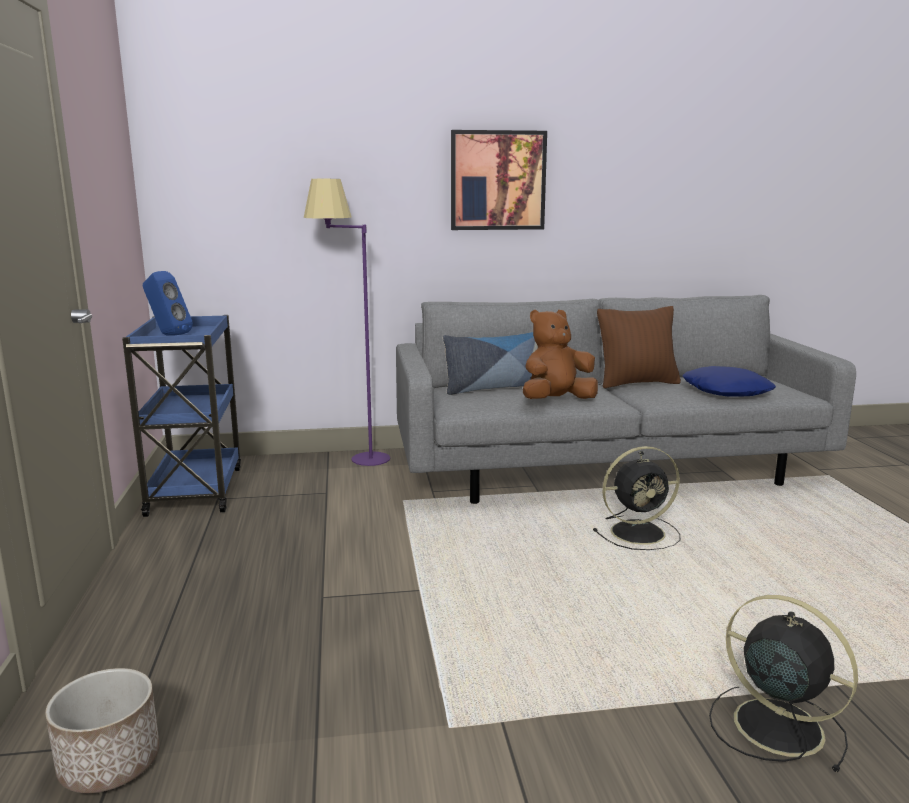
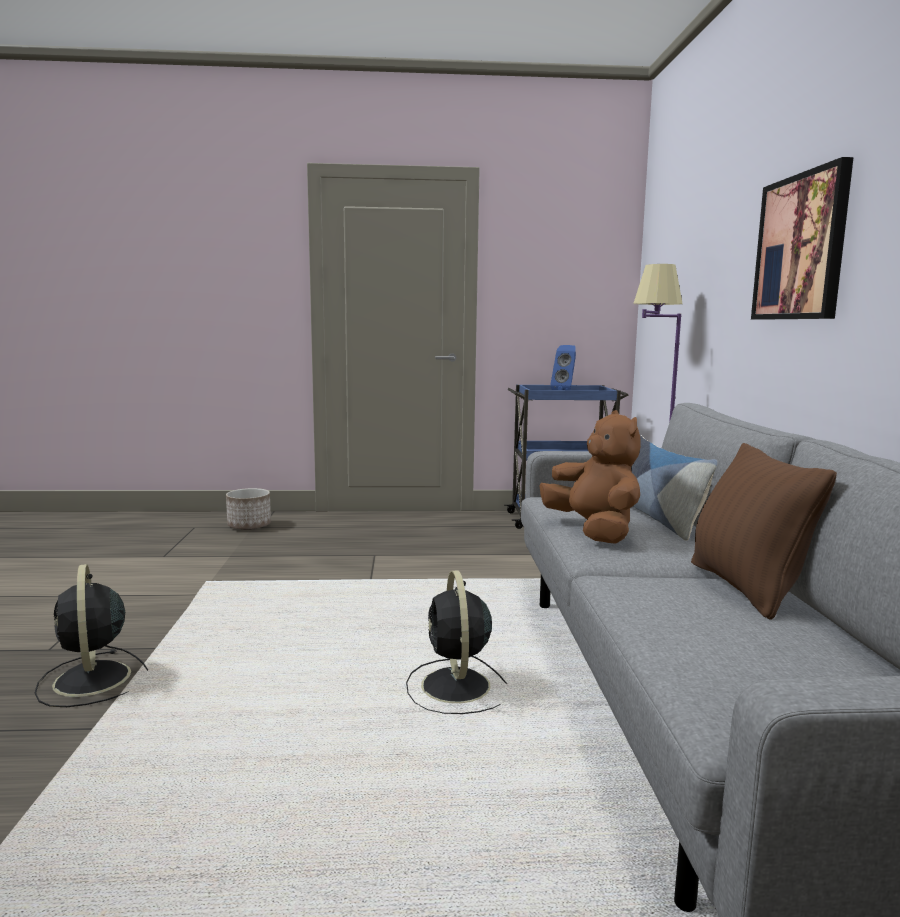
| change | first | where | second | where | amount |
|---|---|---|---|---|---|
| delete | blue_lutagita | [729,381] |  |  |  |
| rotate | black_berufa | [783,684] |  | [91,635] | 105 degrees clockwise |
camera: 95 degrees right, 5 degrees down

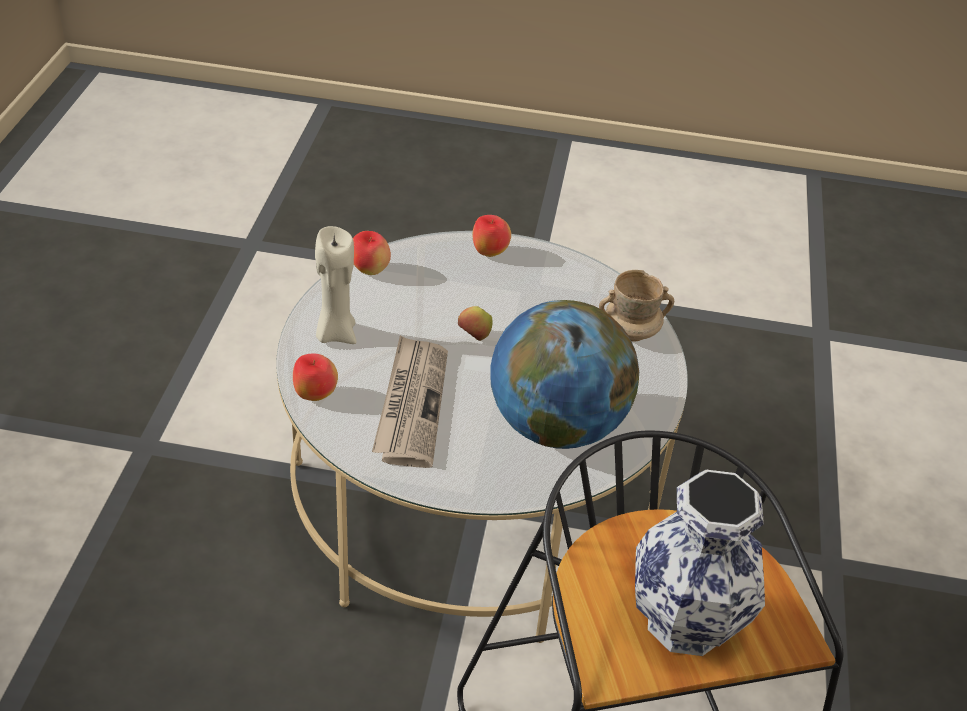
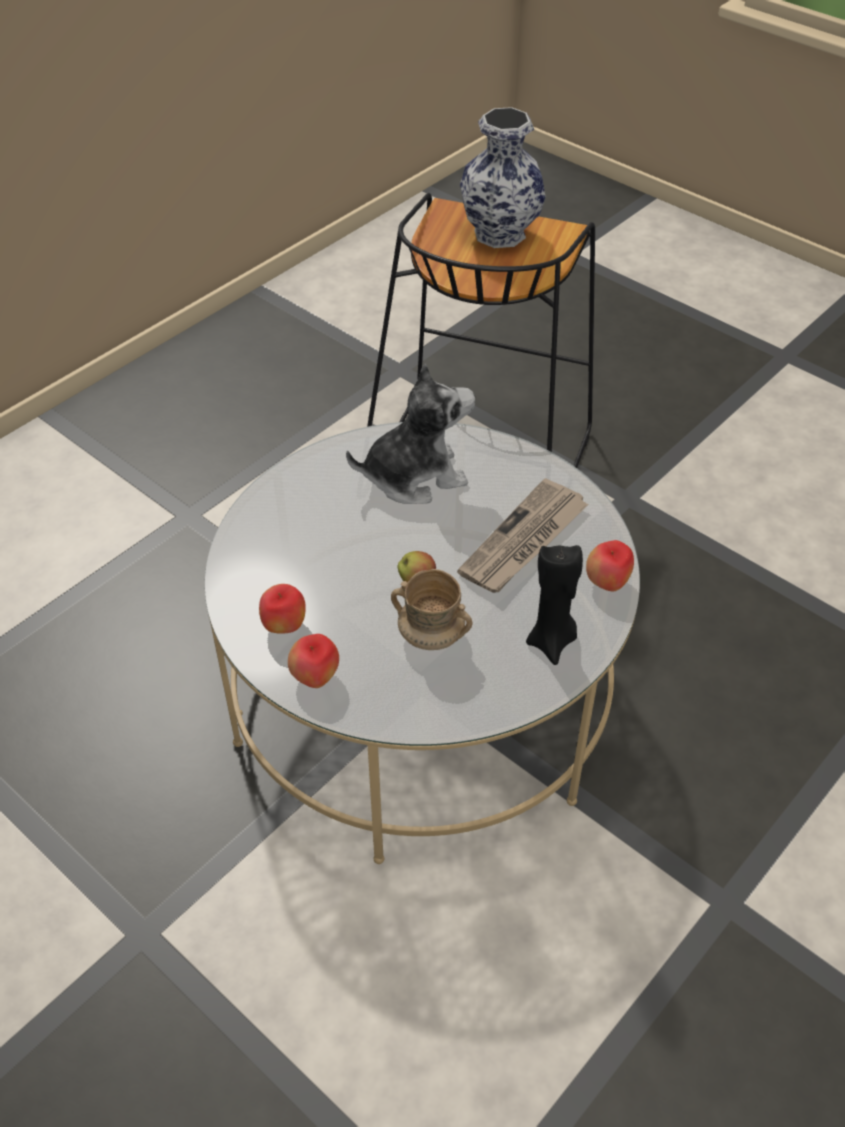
| change | first | where | second | where | amount |
|---|---|---|---|---|---|
| recolor | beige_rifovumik | [336,285] | black_rifovumik | [554,605] |  |
| move | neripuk | [372,253] |  | [282,609] |  |
| move | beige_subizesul | [636,305] |  | [431,609] |  |
| replace | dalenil | [564,374] | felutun | [410,433] |  |
camera: 145 degrees left, 5 degrees up

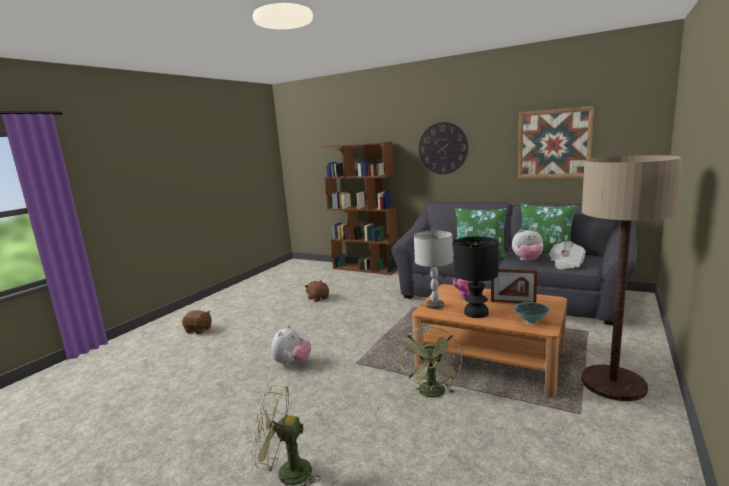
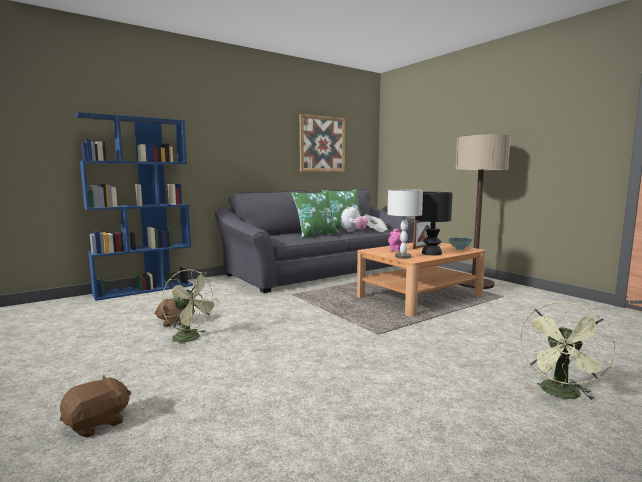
| change | first | where | second | where | amount |
|---|---|---|---|---|---|
| delete | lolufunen | [443,148] |  |  |  |
| recolor | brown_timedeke | [360,208] | blue_timedeke | [134,206] |  |
| delete | felutun | [291,345] |  |  |  |
| move | green_berufa | [430,361] |  | [190,308] |  |
camera: 65 degrees left, 5 degrees down

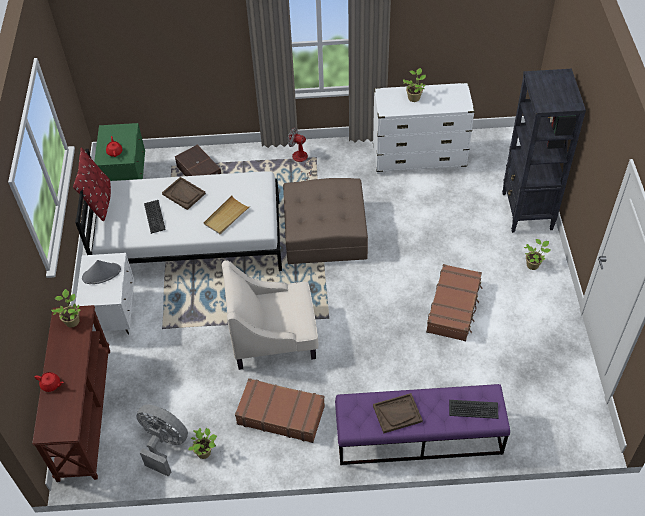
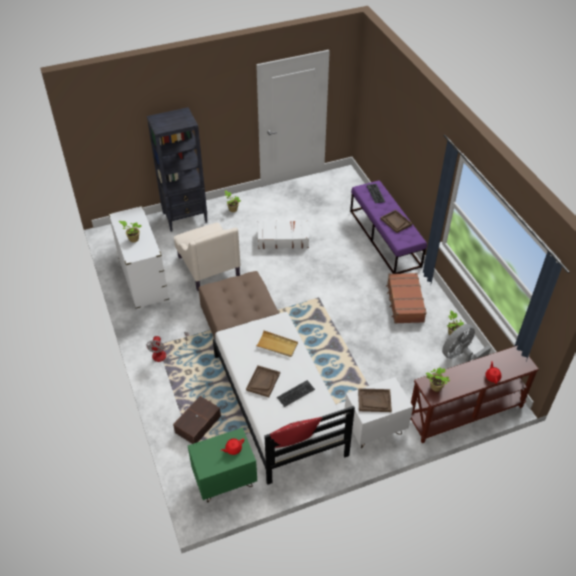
| change | first | where | second | where | amount |
|---|---|---|---|---|---|
| replace | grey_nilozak | [101,272] | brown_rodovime | [375,400] |  |
| move | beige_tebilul | [270,315] |  | [207,256] |  |
| recolor | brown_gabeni | [454,302] | white_gabeni | [283,234] |  |
| rotate | grey_berufa | [162,440] |  | [466,343] | 45 degrees clockwise |
camera: 110 degrees left, 5 degrees down

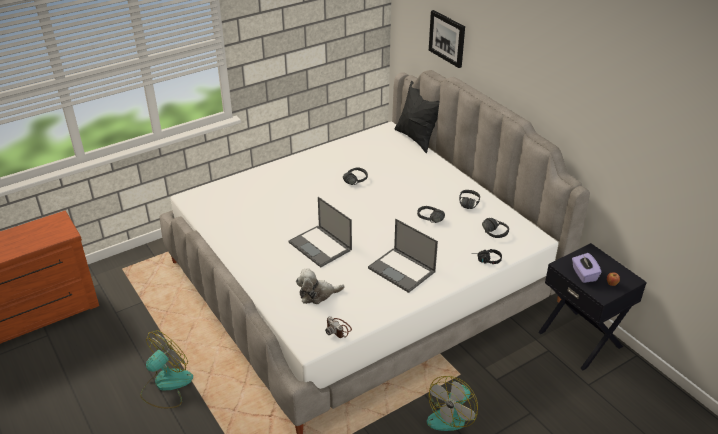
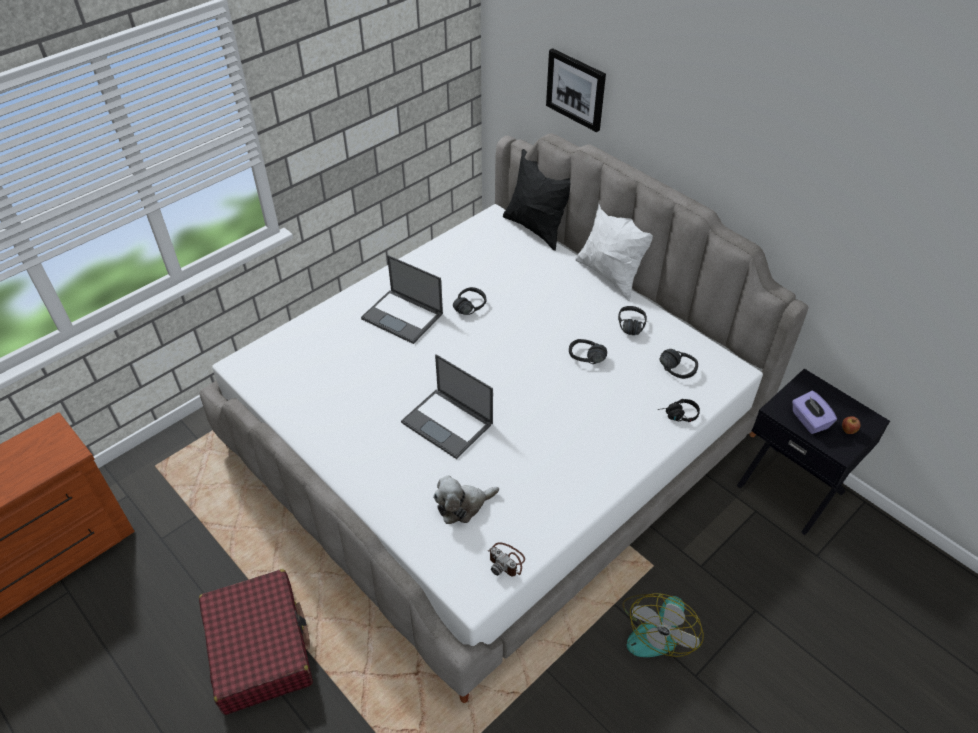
| change | first | where | second | where | amount |
|---|---|---|---|---|---|
| move | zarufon | [403,256] |  | [402,299] |  |
| replace | berufa | [166,369] | red_gabeni | [256,642] |  |
| insert |  |  | white_lutagita | [614,252] |  |
camera: 10 degrees left, 10 degrees up

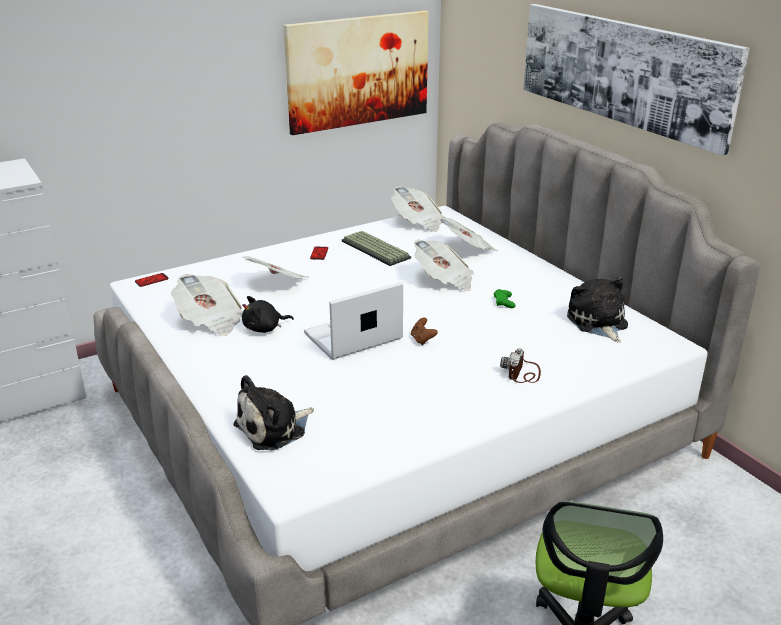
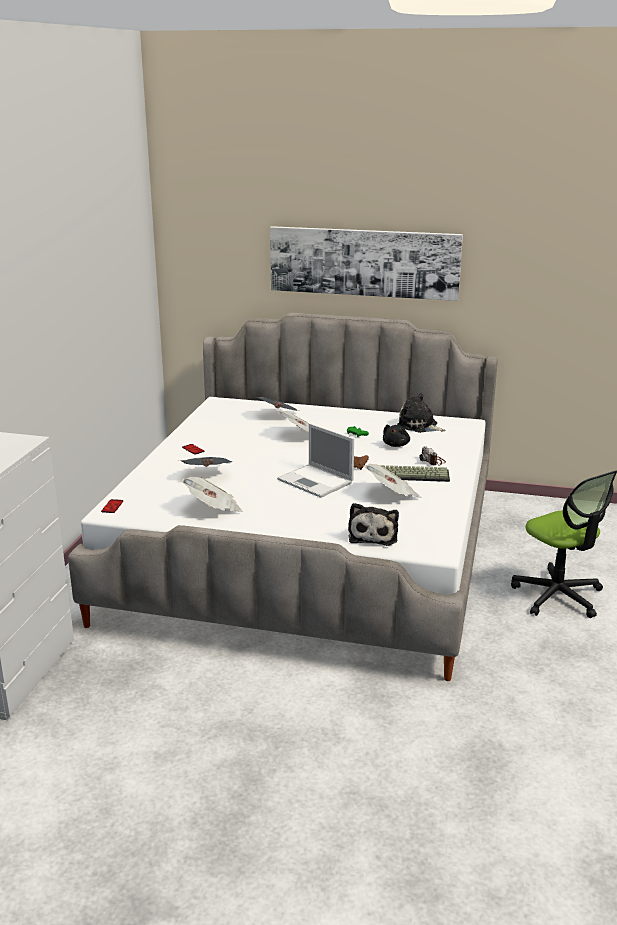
| change | first | where | second | where | amount |
|---|---|---|---|---|---|
| delete | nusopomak | [356,73] |  |  |  |
| move | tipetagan | [418,209] |  | [392,481] |  |
| move | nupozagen | [376,248] |  | [415,473] |  |
| rotate | zarufon | [353,321] |  | [315,460] | 60 degrees counterclockwise |
| move | black_felutun | [268,314] |  | [396,436] |  |
camera: 45 degrees left, 5 degrees down

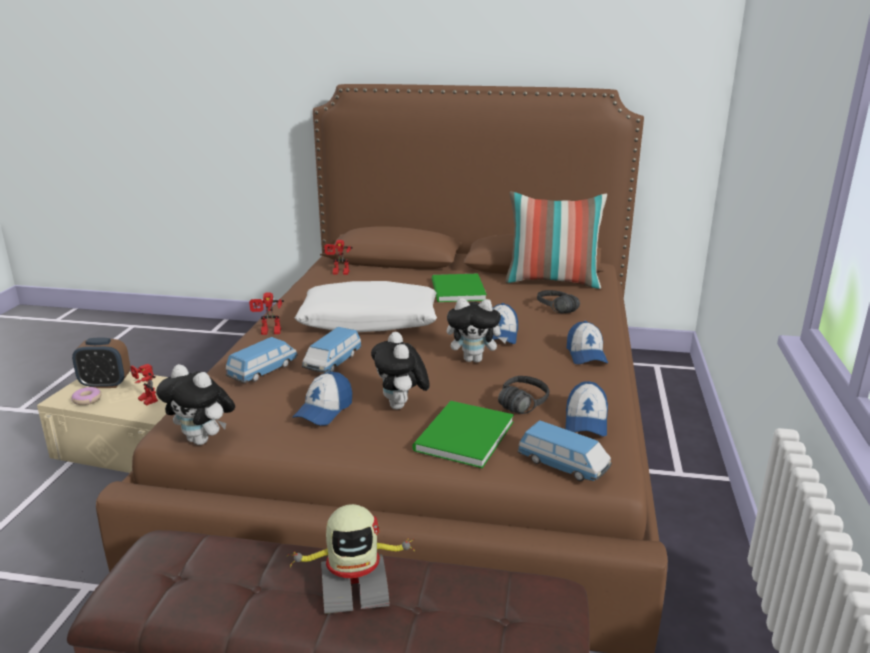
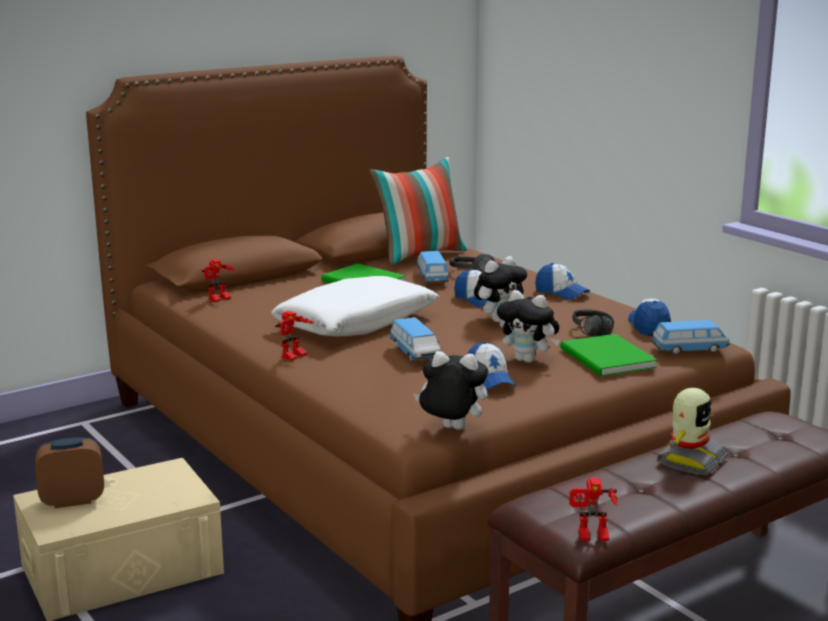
| change | first | where | second | where | amount |
|---|---|---|---|---|---|
| move | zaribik | [262,360] |  | [433,267] |  |
| rotate | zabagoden | [101,363] |  | [69,473] | 150 degrees counterclockwise |
| move | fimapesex | [144,385] |  | [593,509] |  |
| rotate | felutun | [195,404] |  | [451,390] | 150 degrees counterclockwise |
| rotate | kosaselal | [586,409] |  | [649,317] | 150 degrees counterclockwise |
| delete | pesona | [86,396] |  |  |  |
camera: 45 degrees left, 5 degrees down

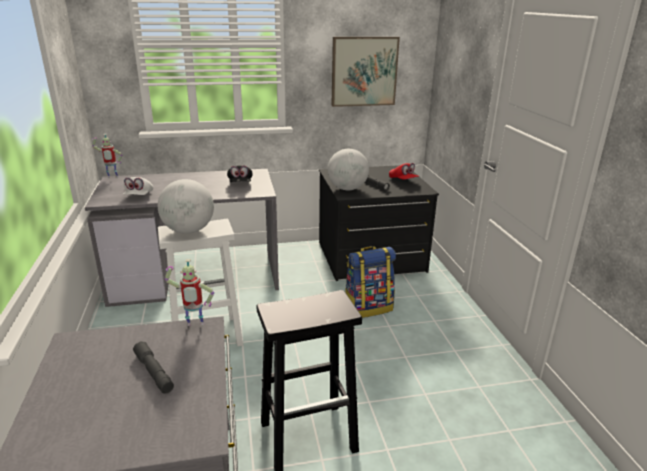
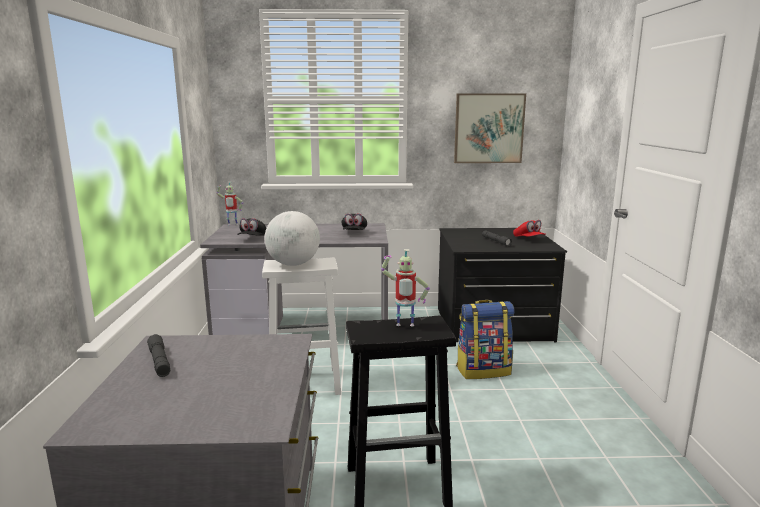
| change | first | where | second | where | amount |
|---|---|---|---|---|---|
| delete | dalenil | [348,169] |  |  |  |
| recolor | white_kosaselal | [138,186] | black_kosaselal | [251,227] |  |
| move | fimapesex | [189,292] |  | [405,288] |  |
| move | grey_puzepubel | [153,367] |  | [158,355] |  |
camera: 10 degrees right, 10 degrees down

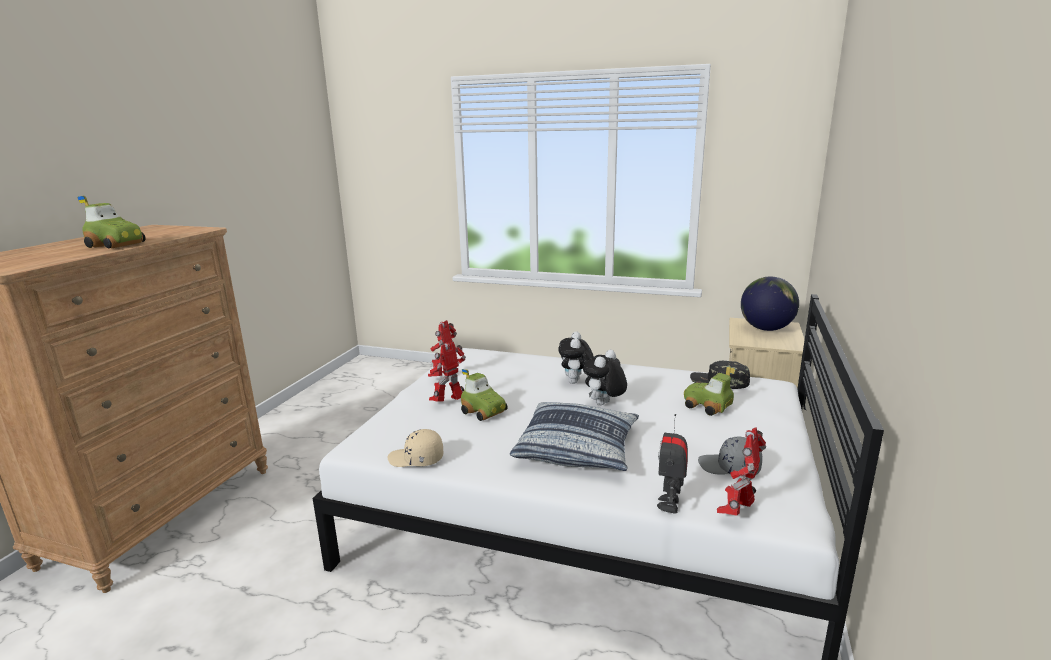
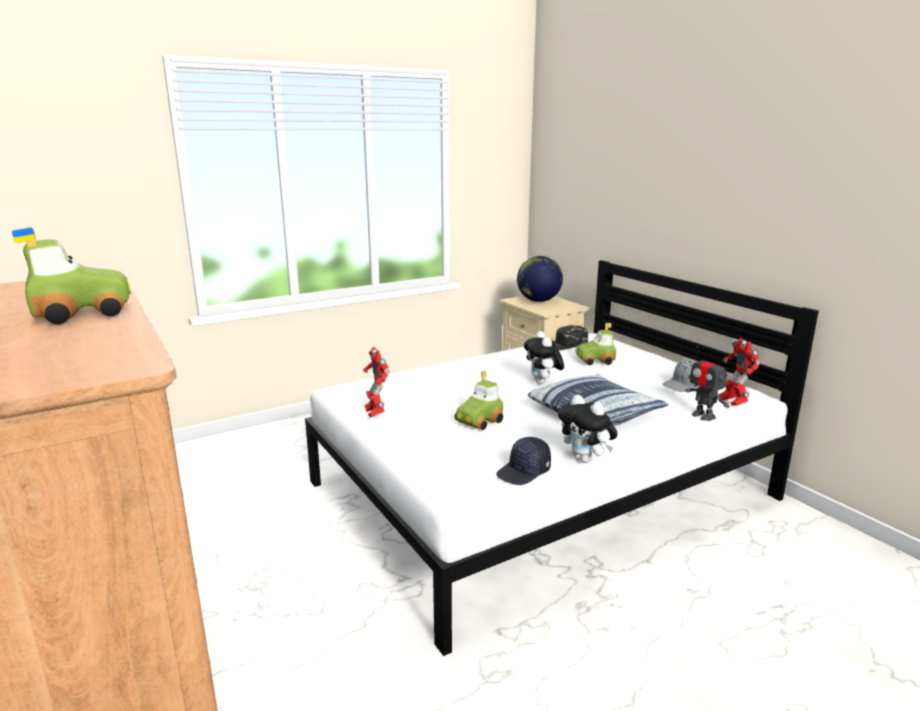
| change | first | where | second | where | amount |
|---|---|---|---|---|---|
| move | felutun | [576,357] |  | [588,429] |  |
| delete | fimapesex | [447,372] |  |  |  |
| rotate | zaribik | [484,395] |  | [479,400] | 135 degrees clockwise |
| recolor | beige_kosaselal | [415,448] | black_kosaselal | [523,461] |  |
camera: 50 degrees left, 0 degrees up

